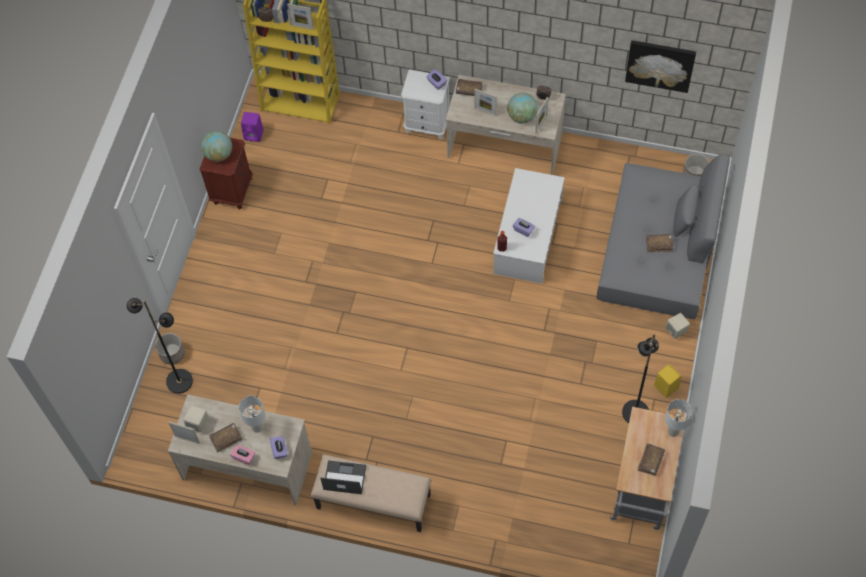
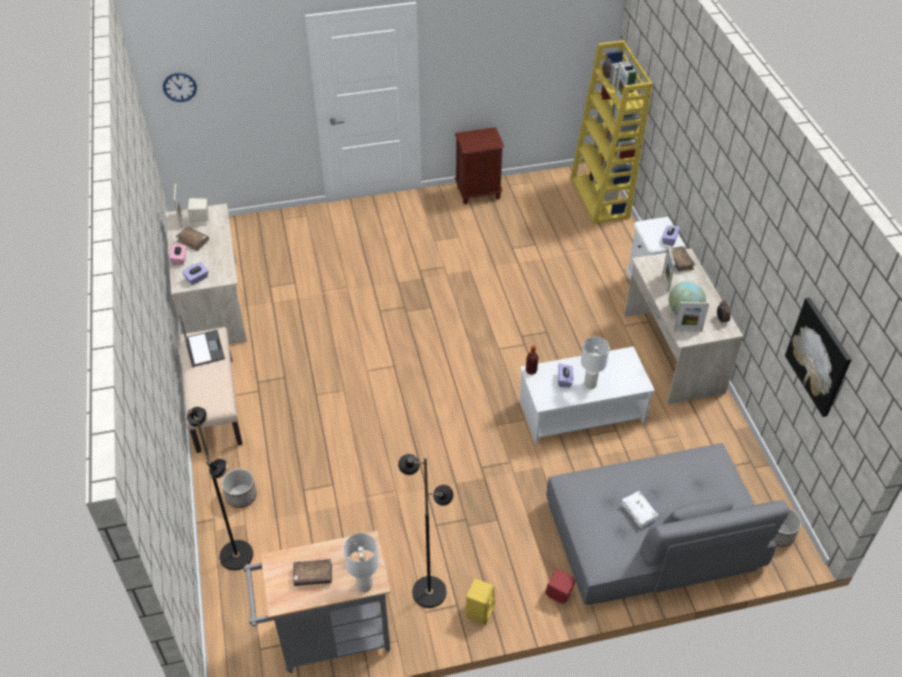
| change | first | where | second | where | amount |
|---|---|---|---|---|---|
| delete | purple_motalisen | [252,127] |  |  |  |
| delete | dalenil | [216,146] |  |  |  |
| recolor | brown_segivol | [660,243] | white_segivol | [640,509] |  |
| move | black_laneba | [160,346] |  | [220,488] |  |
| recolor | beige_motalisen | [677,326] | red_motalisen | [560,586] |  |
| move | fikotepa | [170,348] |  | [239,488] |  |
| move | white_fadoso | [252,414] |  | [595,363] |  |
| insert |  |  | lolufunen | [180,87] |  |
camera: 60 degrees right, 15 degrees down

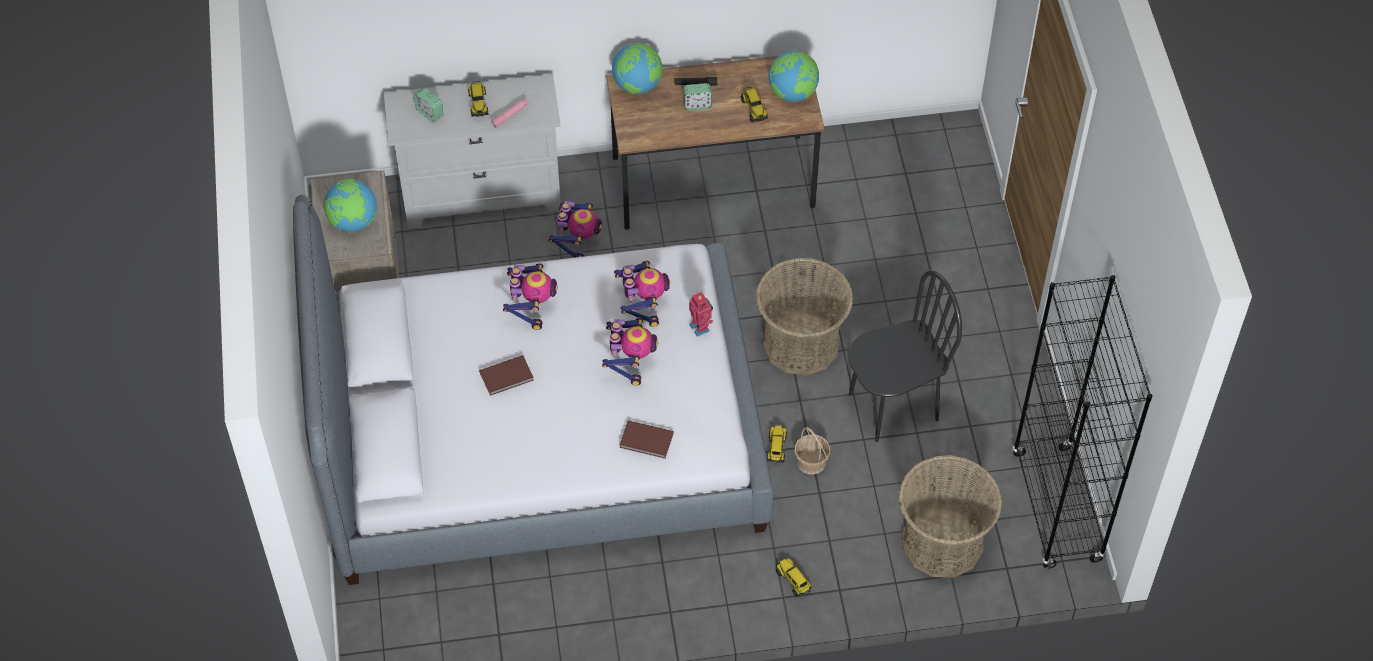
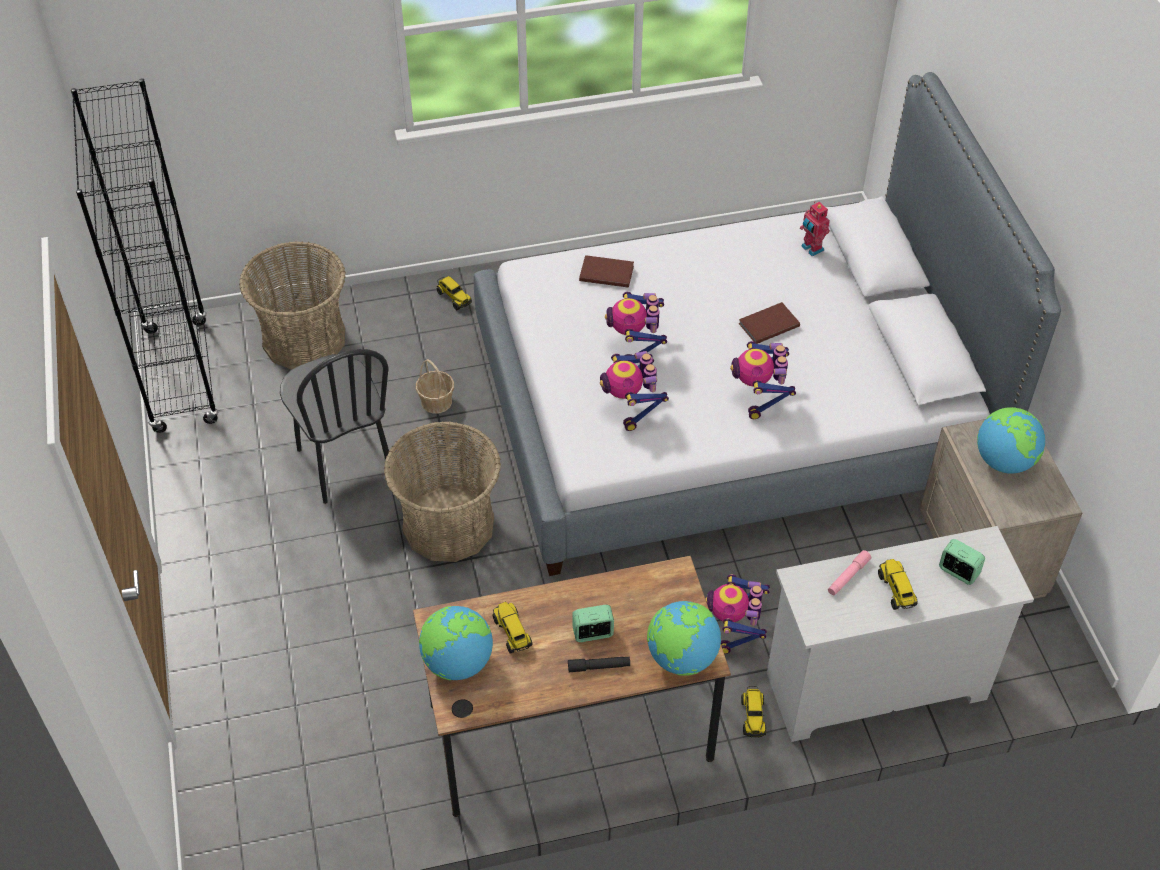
| change | first | where | second | where | amount |
|---|---|---|---|---|---|
| rotate | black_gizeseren | [905,356] |  | [335,426] | 90 degrees counterclockwise |
| move | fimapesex | [701,314] |  | [815,228] |  |
| move | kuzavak | [777,444] |  | [753,712] |  |
camera: 175 degrees right, 5 degrees down

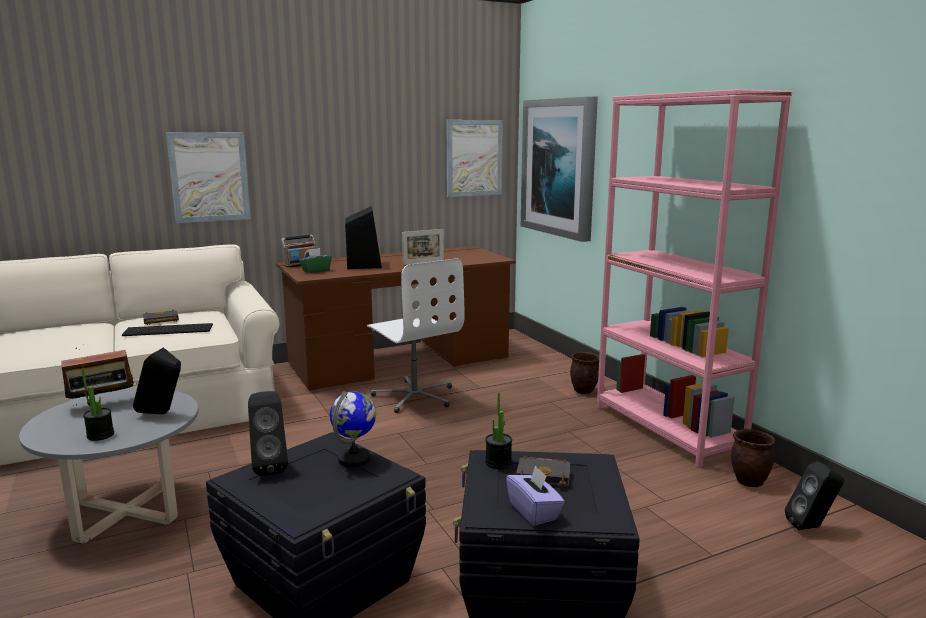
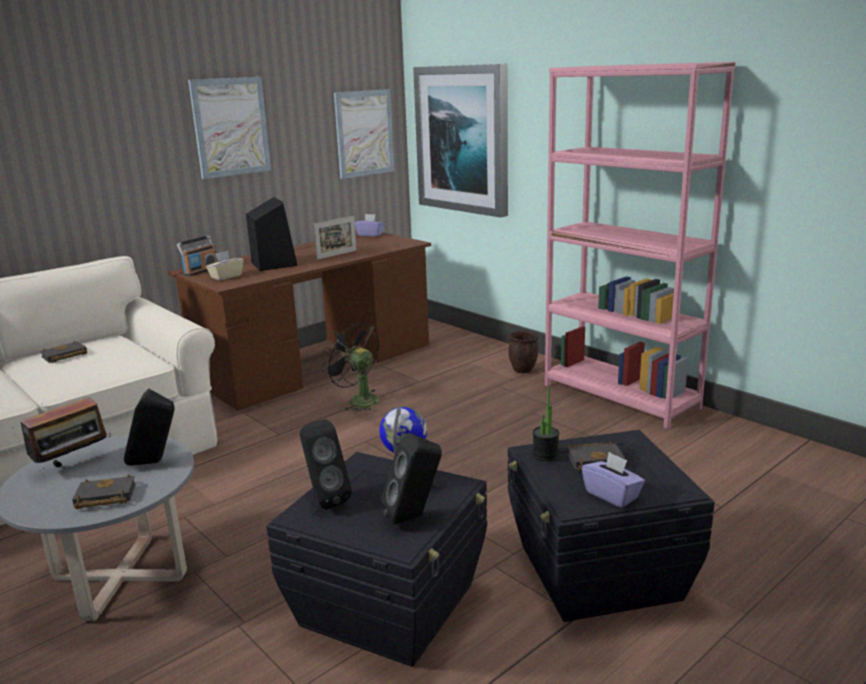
| change | first | where | second | where | amount |
|---|---|---|---|---|---|
| move | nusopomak | [208,177] |  | [229,128] |  |
| recolor | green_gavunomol | [315,260] | beige_gavunomol | [224,266] |  |
| replace | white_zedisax | [416,335] | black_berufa | [351,366] |  |
| delete | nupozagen | [167,329] |  |  |  |
| replace | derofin | [98,405] | black_segivol | [104,491] |  |
| delete | brown_fikotepa | [753,458] |  |  |  |
| move | black_motalisen | [814,495] |  | [411,479] |  |
| insert |  |  | purple_gavunomol | [370,225] |  |
camera: 15 degrees left, 5 degrees up

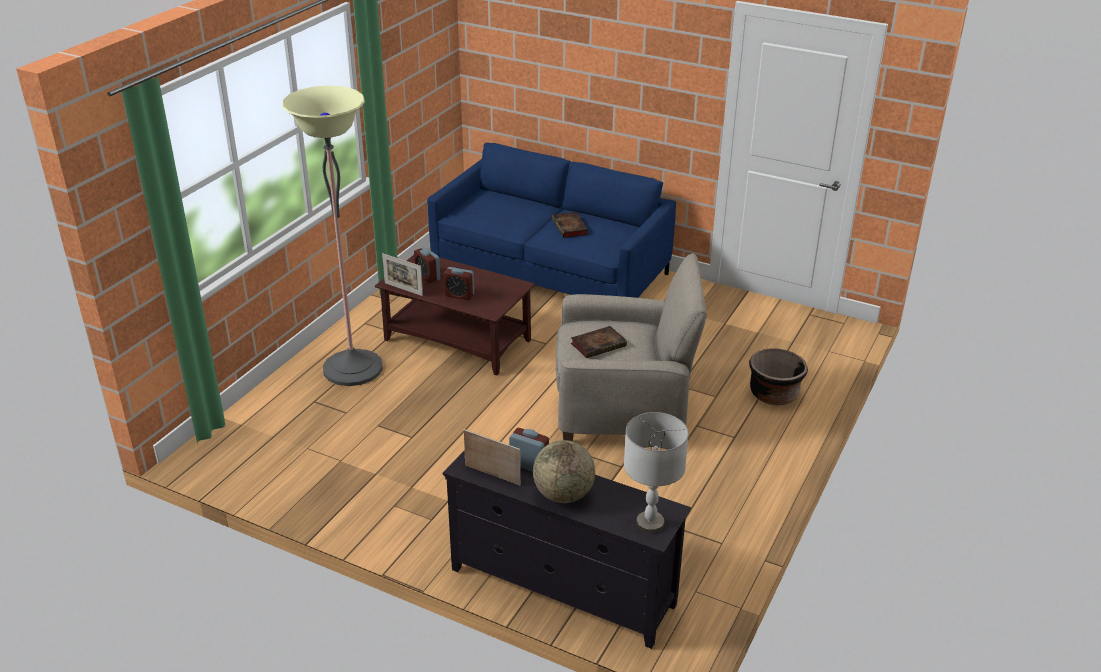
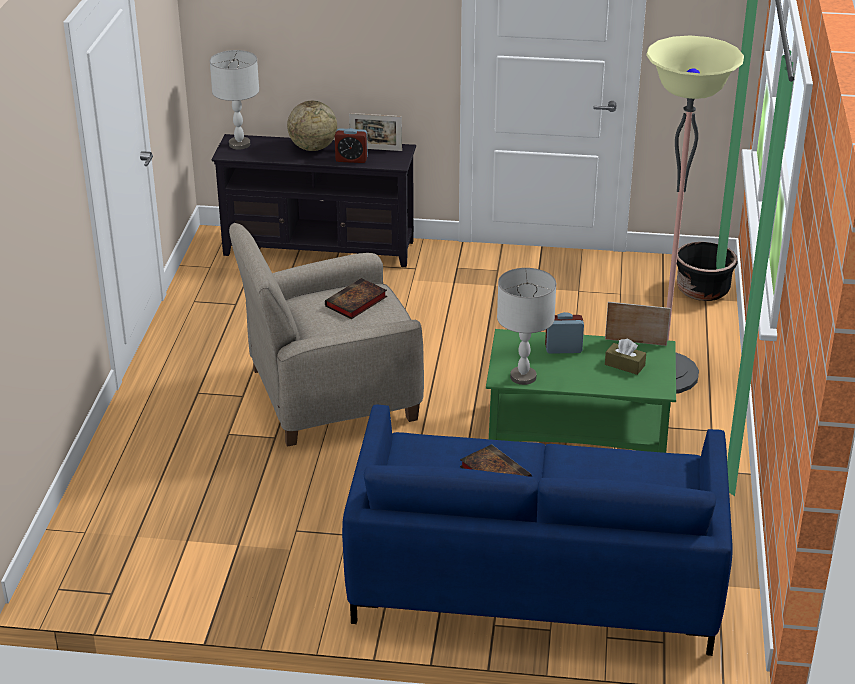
| change | first | where | second | where | amount |
|---|---|---|---|---|---|
| replace | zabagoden | [427,265] | brown_gavunomol | [625,357] |  |
| recolor | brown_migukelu | [455,315] | green_migukelu | [581,391] |  |
| move | black_fikotepa | [778,376] |  | [707,271] |  |
| insert |  |  | grey_fadoso | [526,326] |  |
camera: 160 degrees right, 0 degrees up

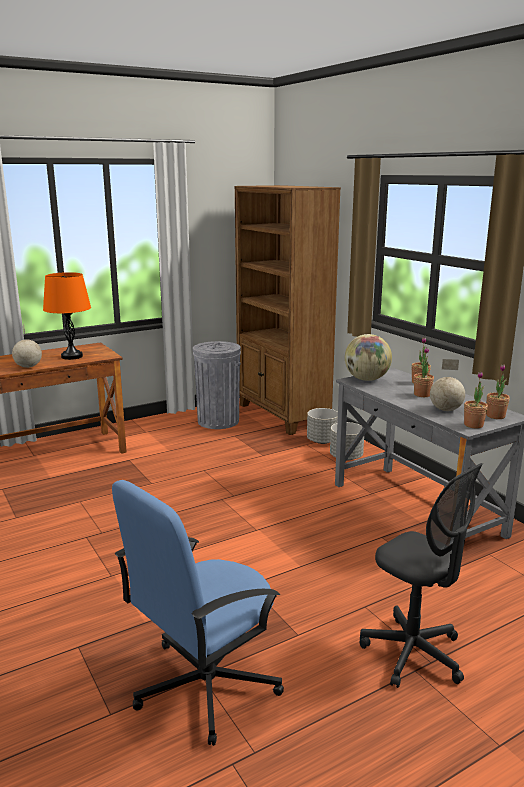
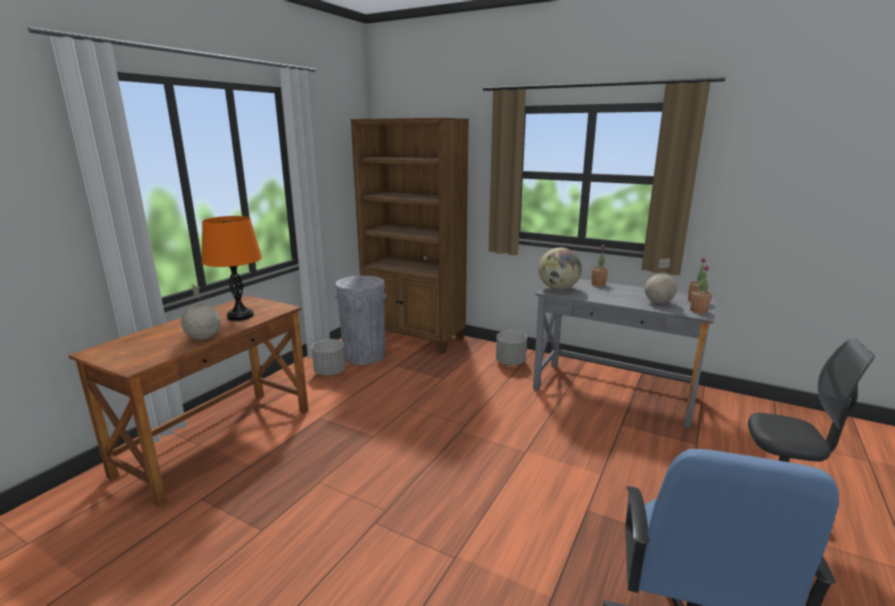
| change | first | where | second | where | amount |
|---|---|---|---|---|---|
| delete | derofin | [424,372] |  |  |  |
| move | grey_fikotepa | [322,426] |  | [329,357] |  |
camera: 30 degrees left, 0 degrees up

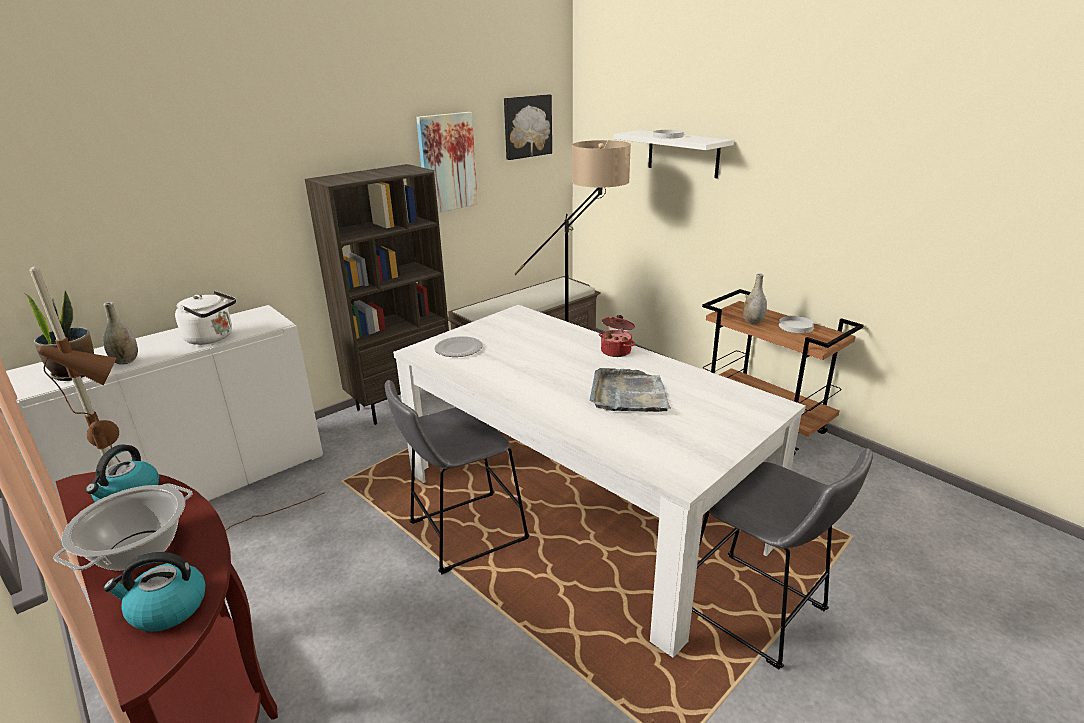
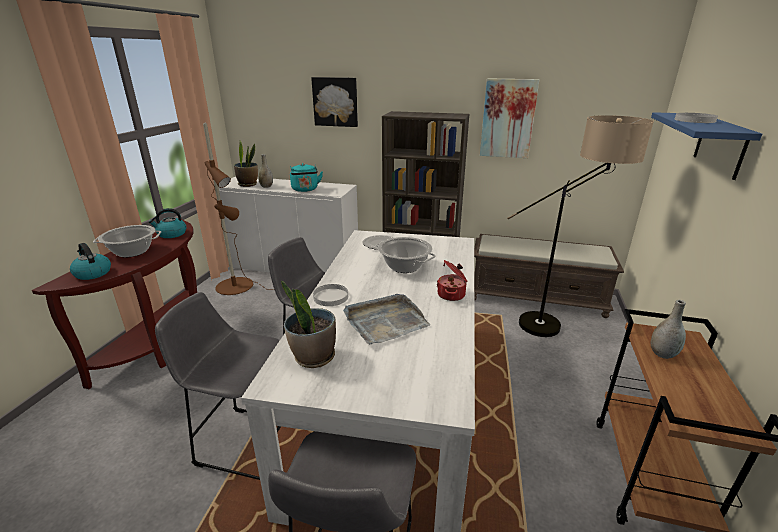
| change | first | where | second | where | amount |
|---|---|---|---|---|---|
| move | nusopomak | [528,127] |  | [334,102] |  |
| recolor | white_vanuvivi | [673,154] | blue_vanuvivi | [706,146] |  |
| recolor | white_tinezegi | [205,318] | turquoise_tinezegi | [306,177] |  |
| move | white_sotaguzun | [796,324] |  | [330,295] |  |
| insert |  |  | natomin | [406,255] |  |
| insert |  |  | derofin | [308,324] |  |
| insert |  |  | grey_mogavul | [218,386] |  |
camera: 55 degrees right, 0 degrees up

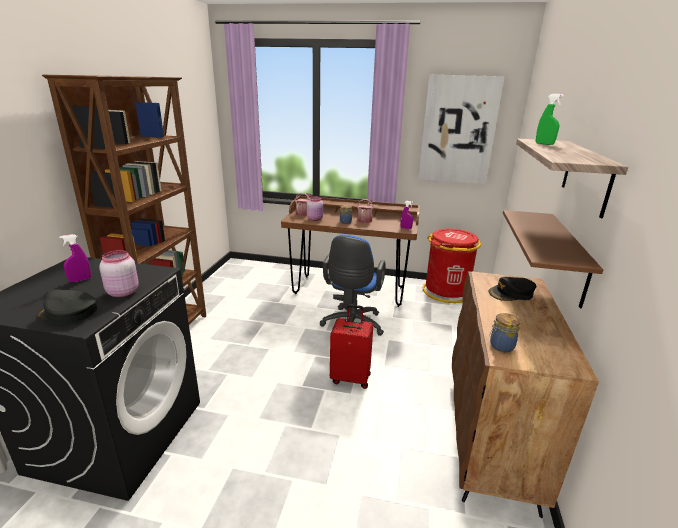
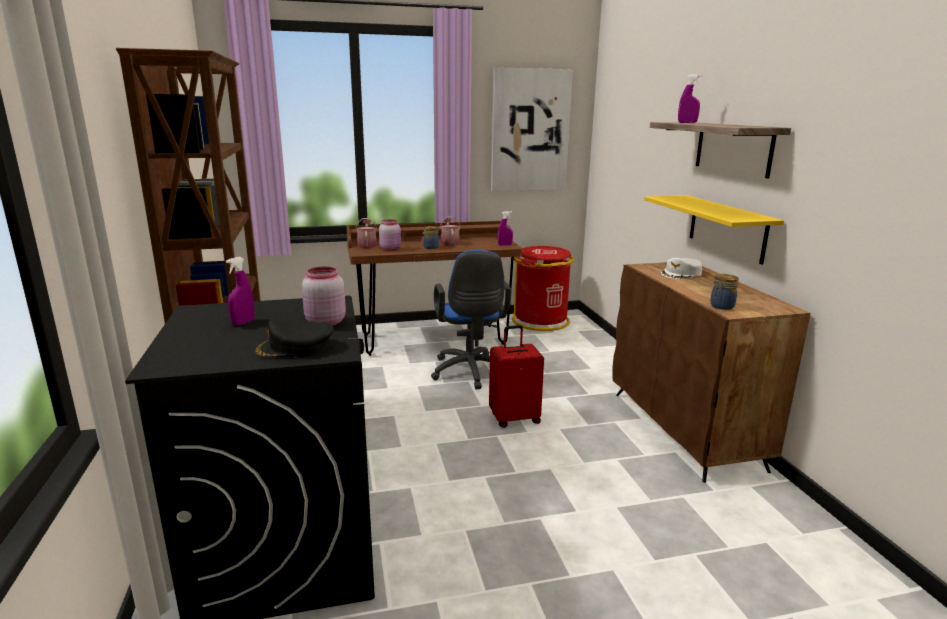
| change | first | where | second | where | amount |
|---|---|---|---|---|---|
| recolor | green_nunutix | [550,119] | purple_nunutix | [689,98] |  |
| recolor | brown_vanuvivi | [553,259] | yellow_vanuvivi | [714,230] |  |
| recolor | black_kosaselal | [512,289] | white_kosaselal | [681,268] |  |
camera: 25 degrees left, 5 degrees down

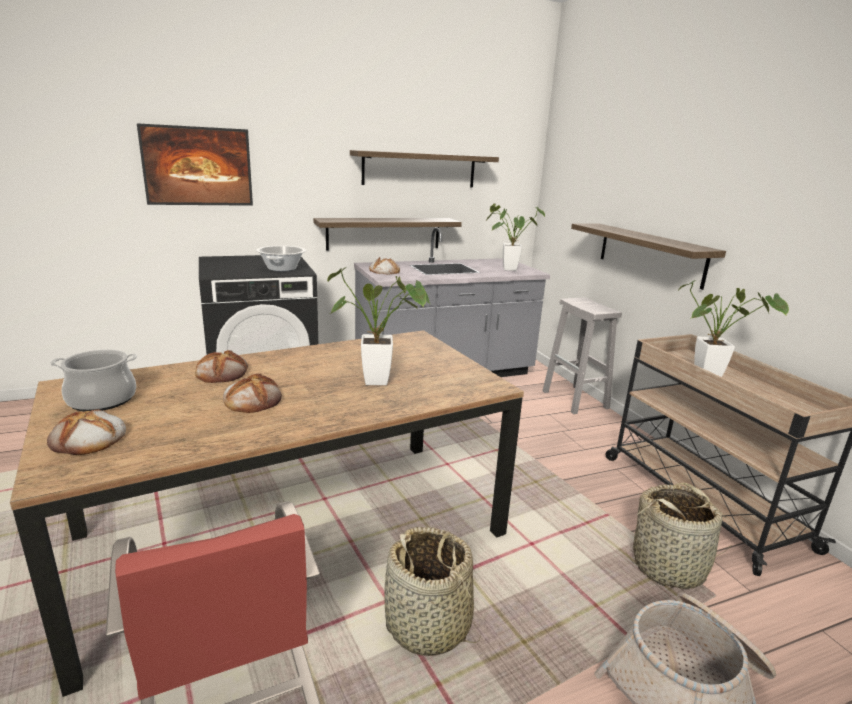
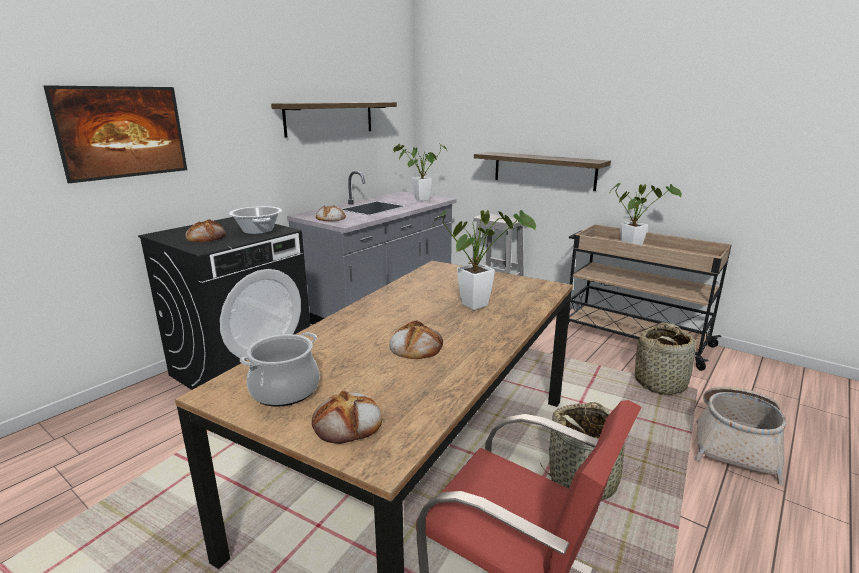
| change | first | where | second | where | amount |
|---|---|---|---|---|---|
| delete | vanuvivi | [387,234] |  |  |  |
| move | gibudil | [221,366] |  | [205,230] |  |
camera: 30 degrees left, 0 degrees up

